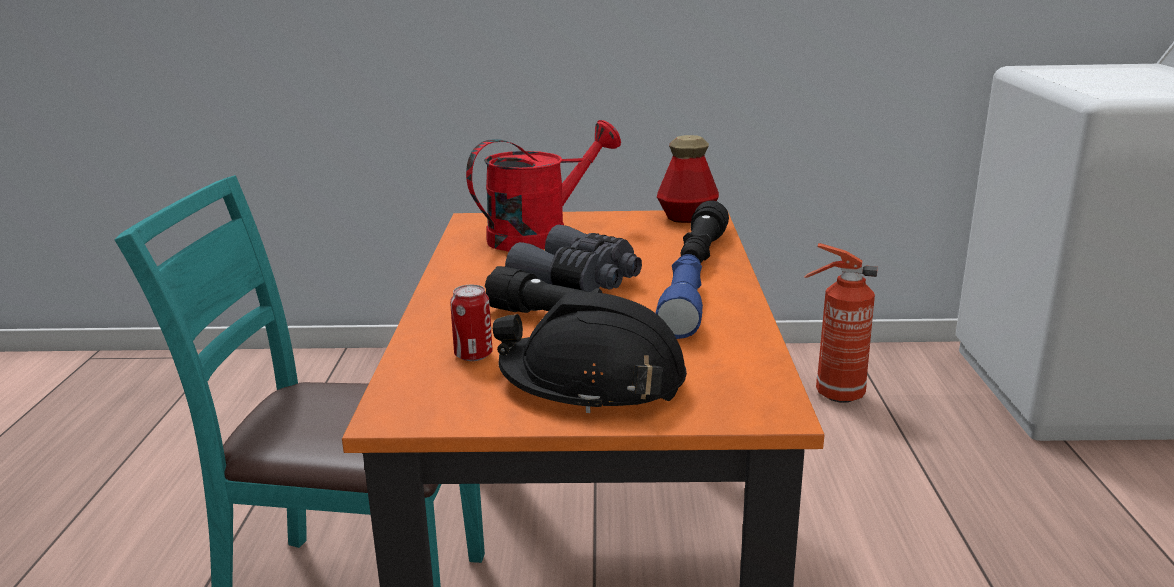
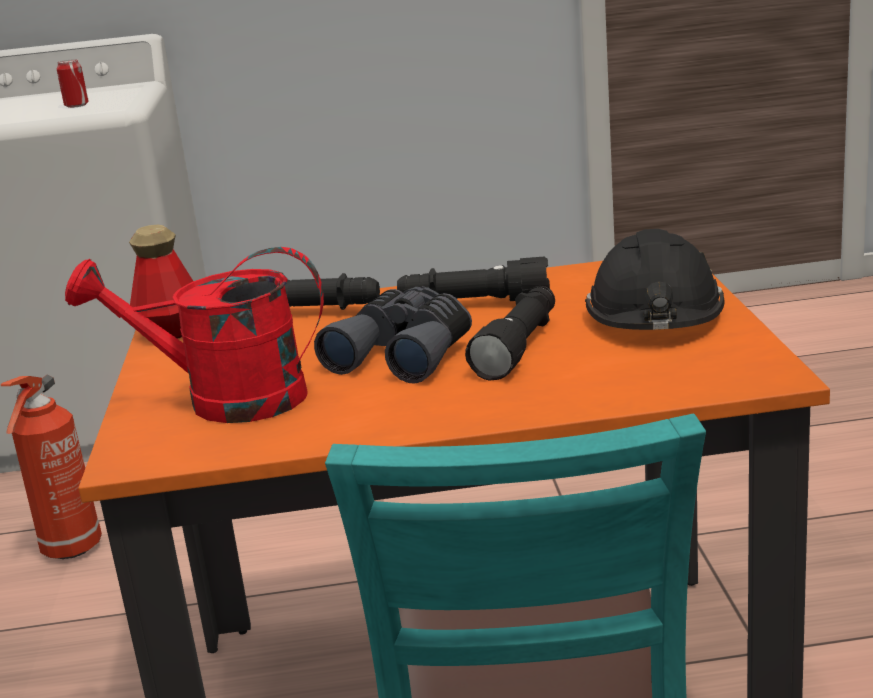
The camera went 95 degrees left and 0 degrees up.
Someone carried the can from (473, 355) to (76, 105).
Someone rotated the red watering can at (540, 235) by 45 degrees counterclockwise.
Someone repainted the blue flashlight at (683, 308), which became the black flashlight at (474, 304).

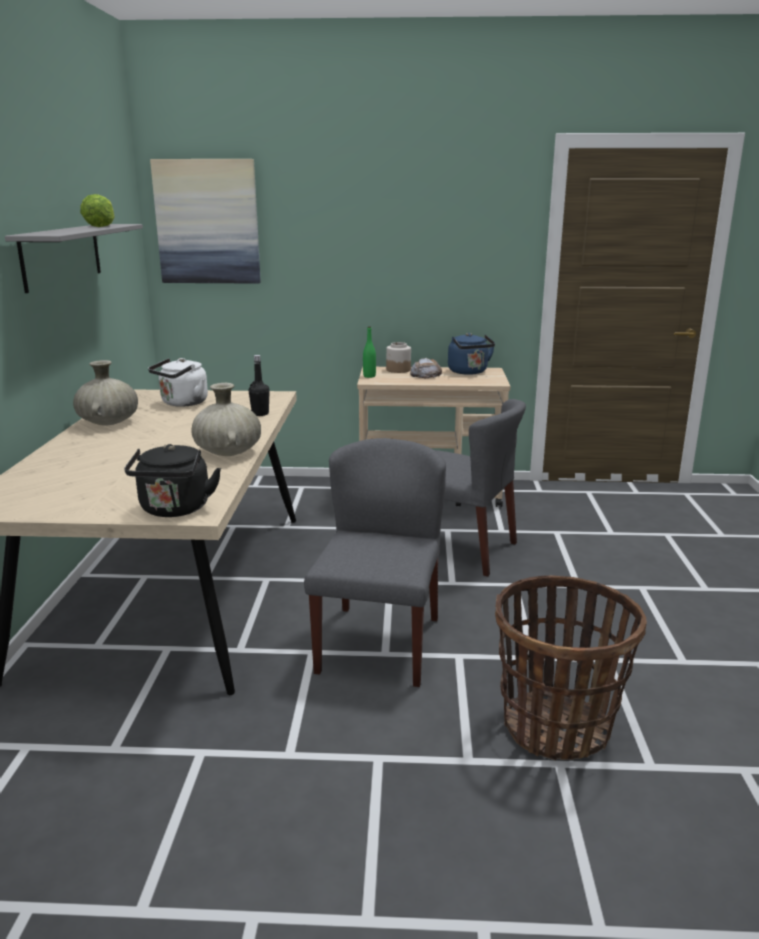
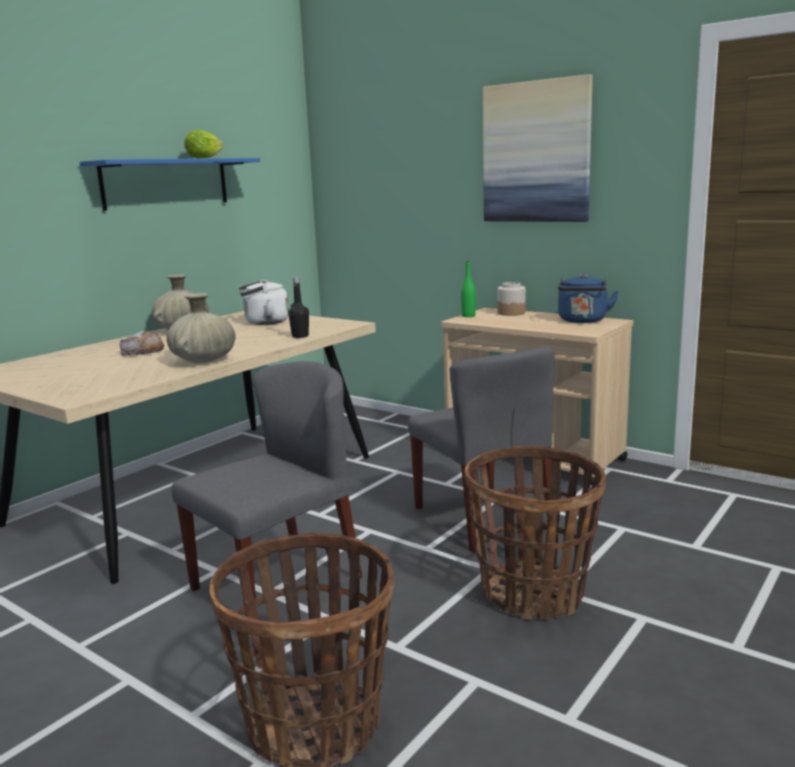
The camera went 35 degrees right and 5 degrees down.
Someone repainted the grey shelf at (62, 255), which became the blue shelf at (166, 183).
Someone carried the bread from (425, 374) to (142, 351).
Someone put down the basket at (533, 593).
Someone carried the picture from (207, 222) to (536, 152).
Someone took away the black kettle at (174, 510).

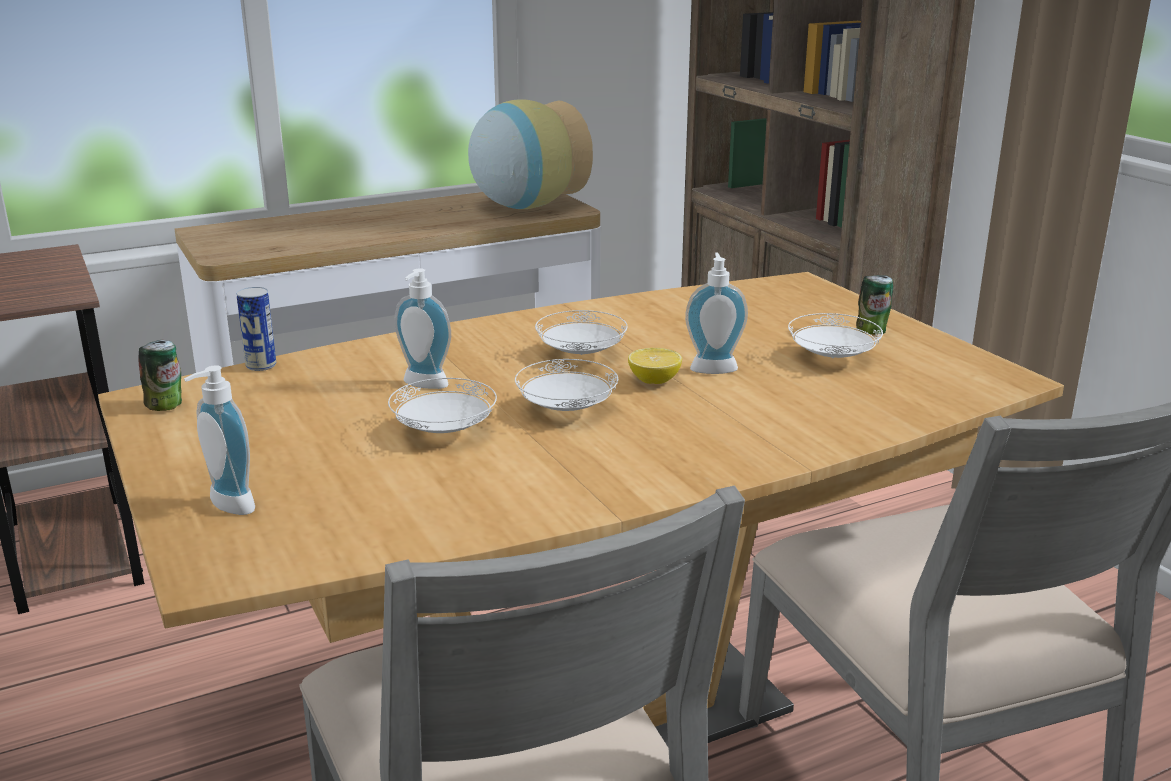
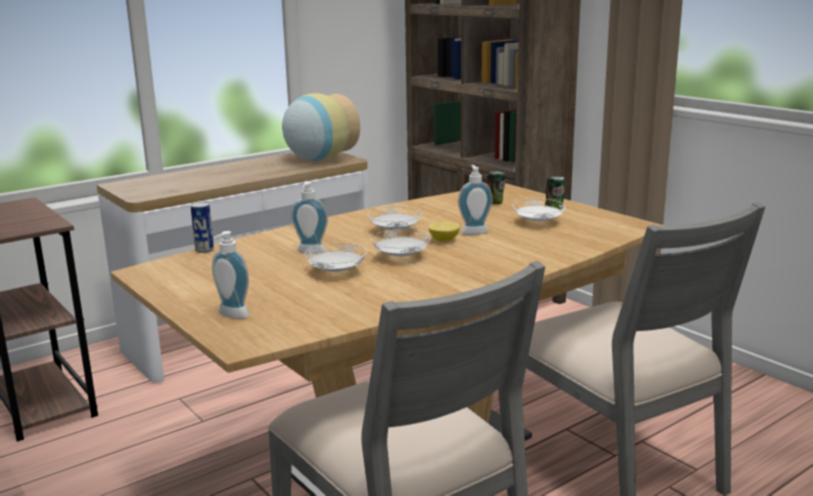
The camera went 10 degrees left and 5 degrees down.
Someone carried the can from (166, 406) to (495, 203).

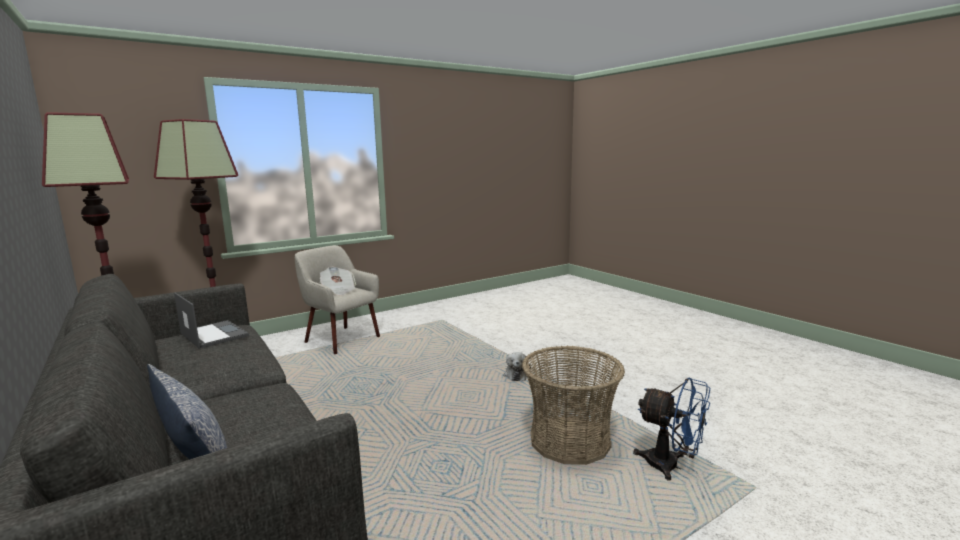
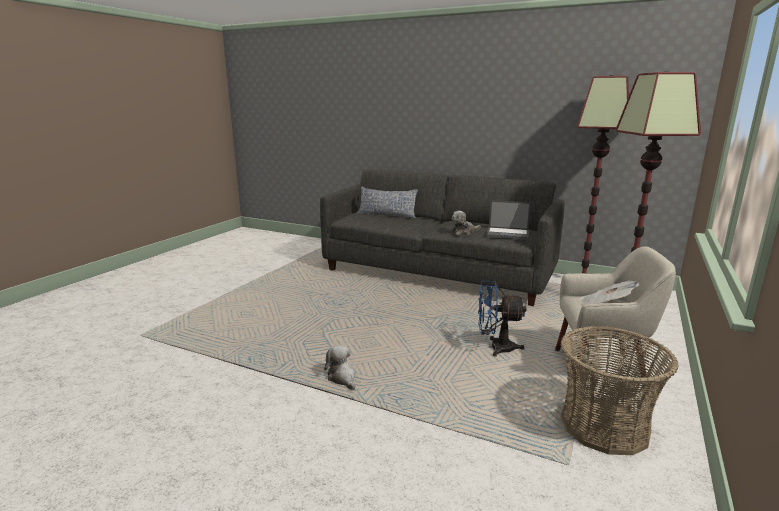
The camera went 150 degrees right and 5 degrees up.
Someone put down the plush toy at (464, 232).
Someone carried the blue fan from (670, 466) to (495, 347).
Someone carried the basket from (569, 441) to (604, 426).

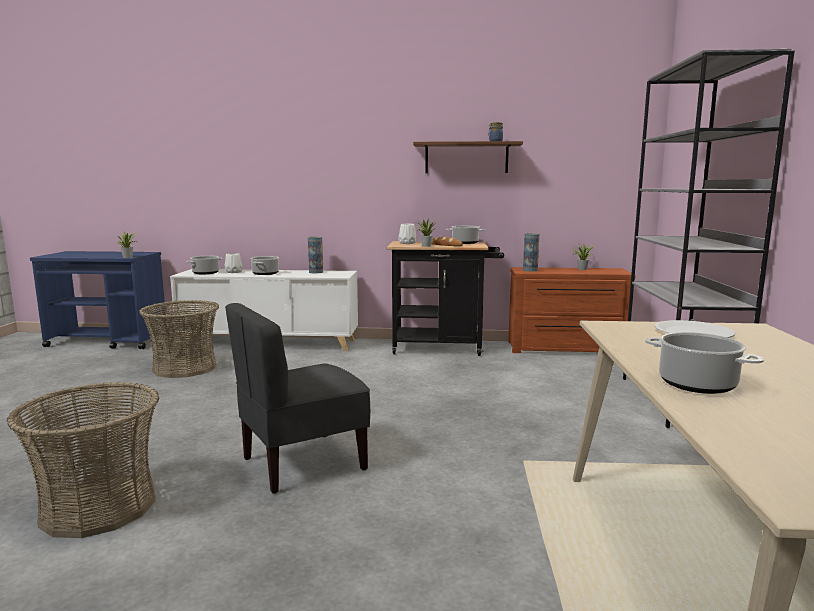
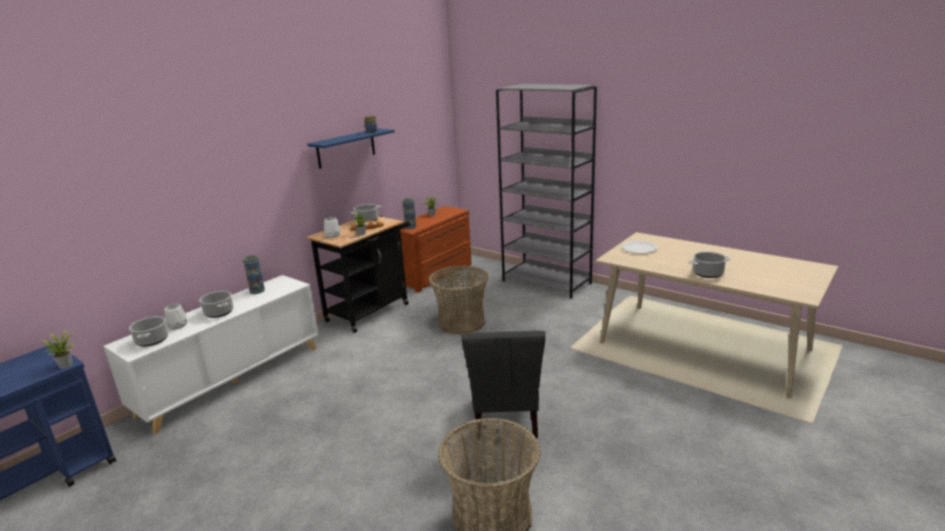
The camera went 55 degrees left and 10 degrees up.
Someone repainted the brown shelf at (466, 158), which became the blue shelf at (346, 148).
Someone carried the basket from (185, 368) to (461, 322).

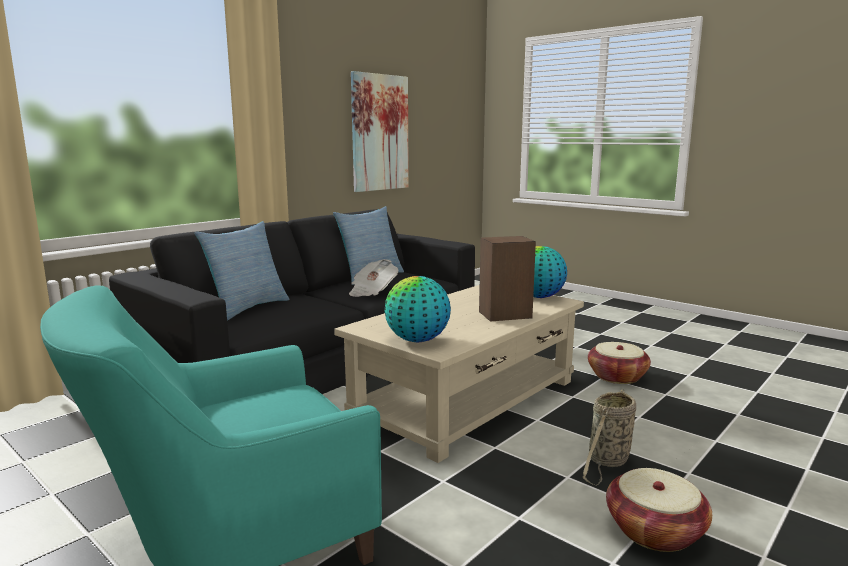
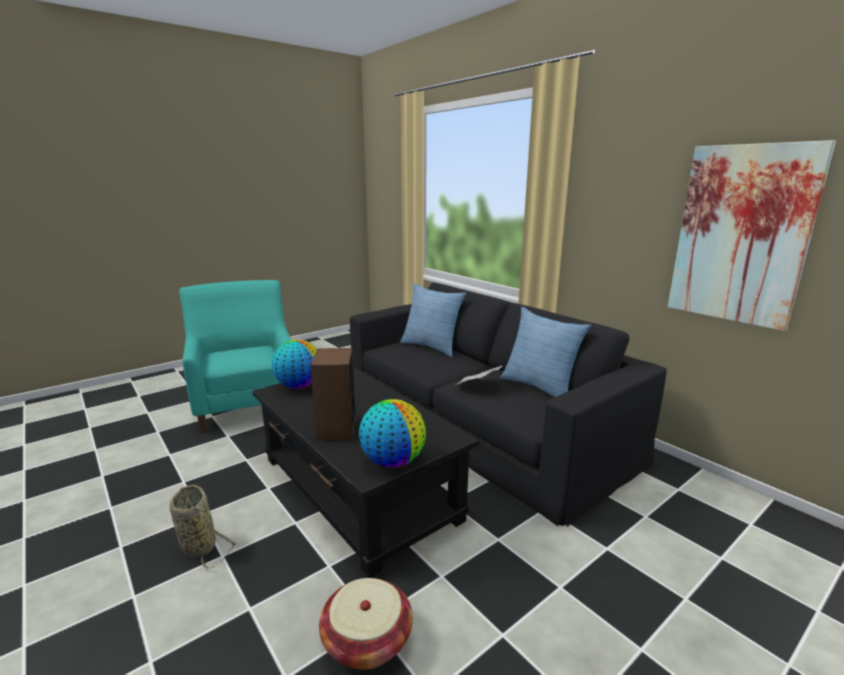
The camera went 100 degrees right and 5 degrees up.
Someone repainted the beige coffee table at (468, 400), which became the black coffee table at (357, 488).
Someone took away the basket at (654, 531).

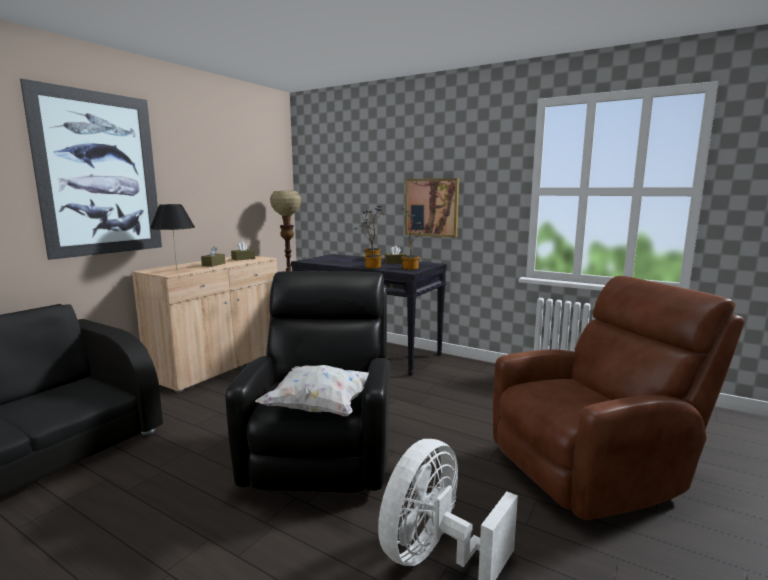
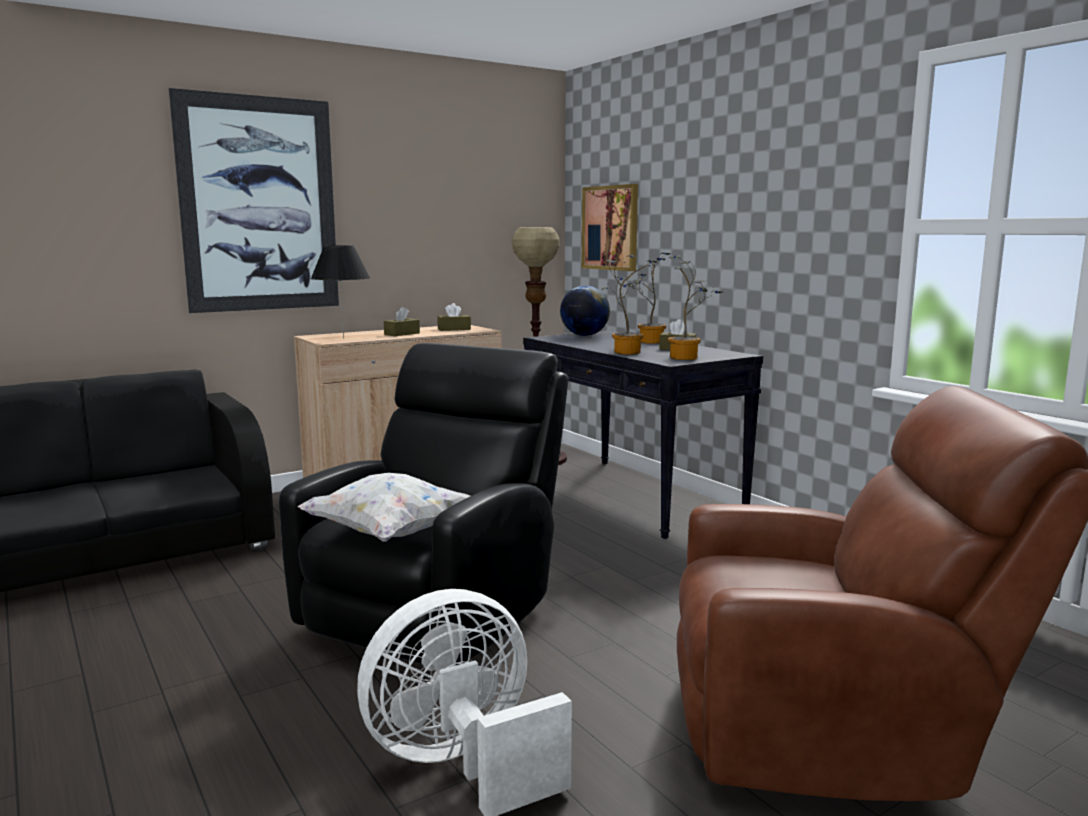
The camera went 25 degrees right and 0 degrees up.
Someone put down the globe at (584, 335).
Someone carried the picture from (431, 207) to (610, 228).

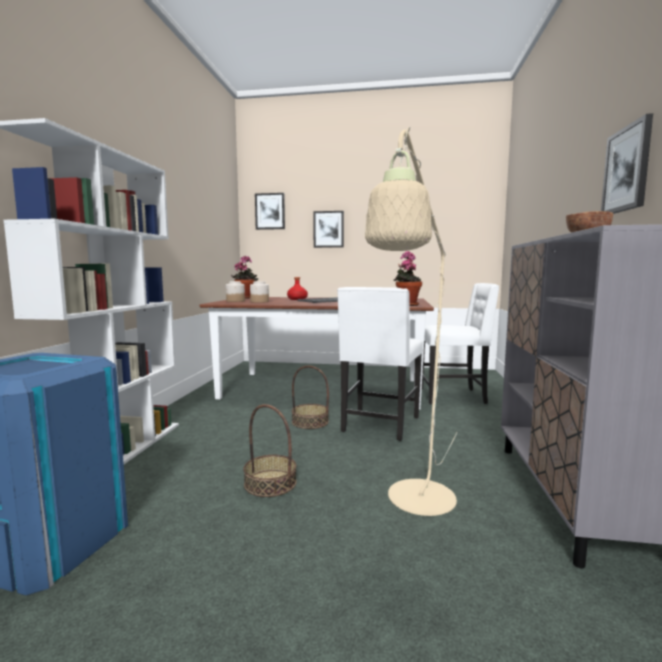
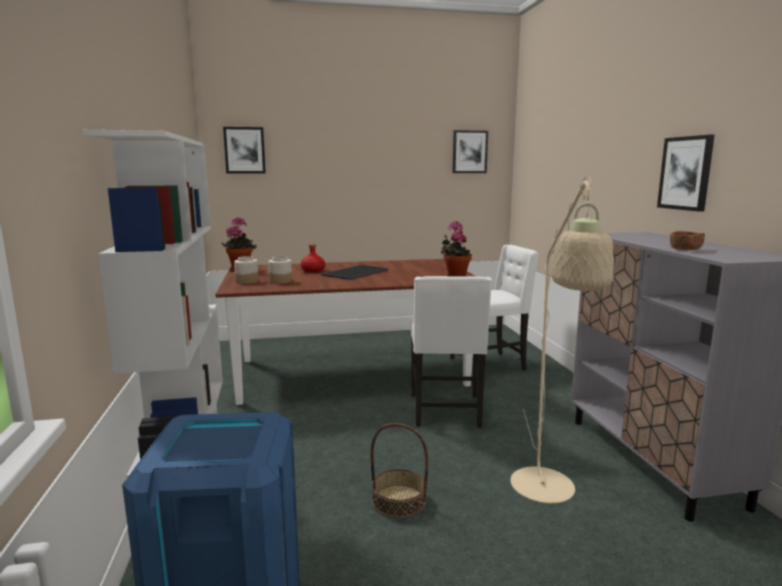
The camera went 20 degrees left and 5 degrees up.
Someone carried the picture from (328, 229) to (469, 152).
Someone took away the basket at (310, 422).

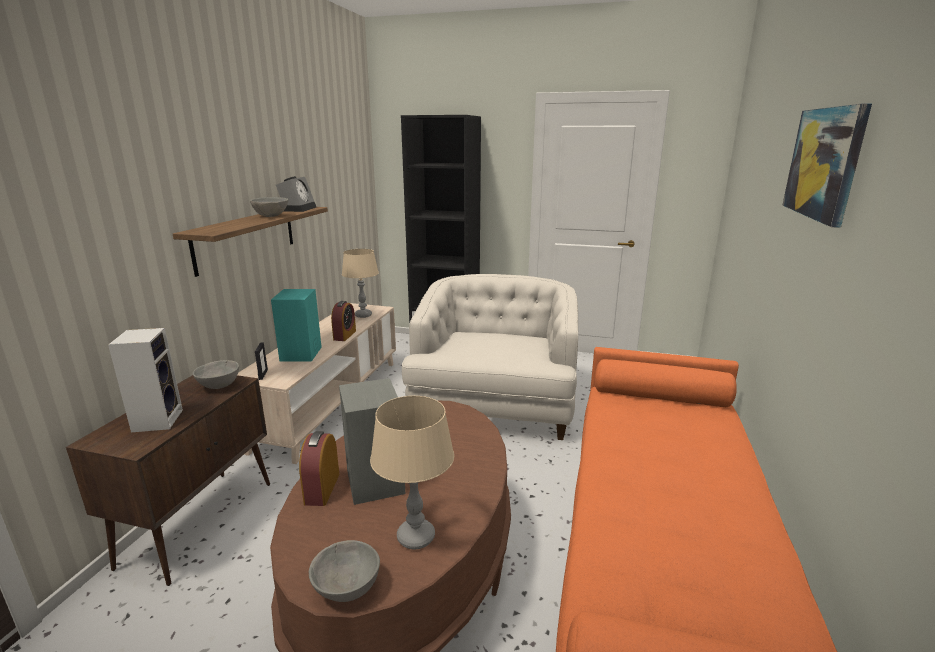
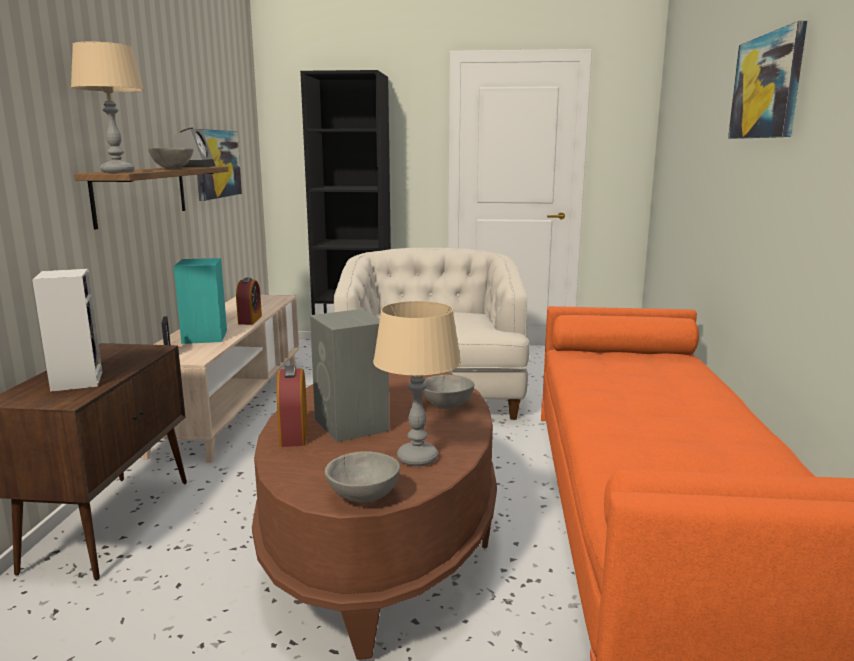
The camera went 10 degrees left and 5 degrees down.
Someone carried the beige table lamp from (363, 315) to (118, 172).
Someone put up the picture at (216, 164).
Someone carried the grey bowl from (218, 386) to (446, 407).

